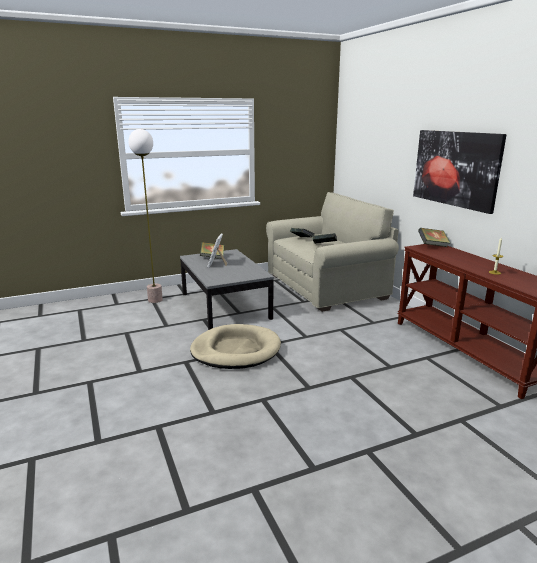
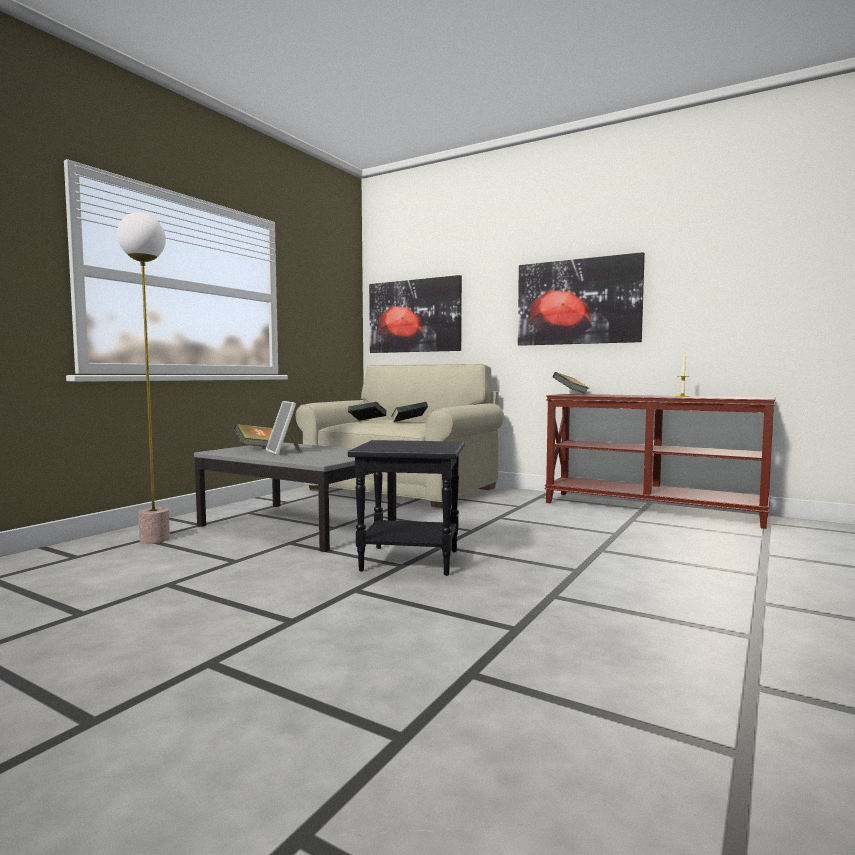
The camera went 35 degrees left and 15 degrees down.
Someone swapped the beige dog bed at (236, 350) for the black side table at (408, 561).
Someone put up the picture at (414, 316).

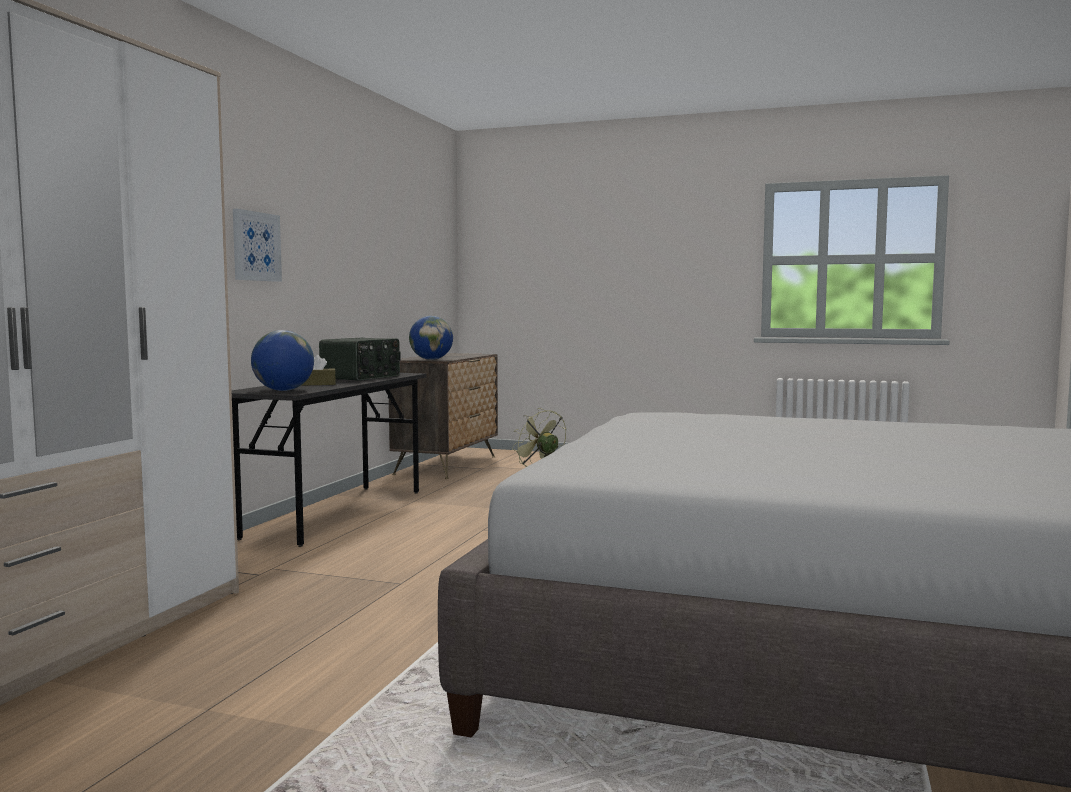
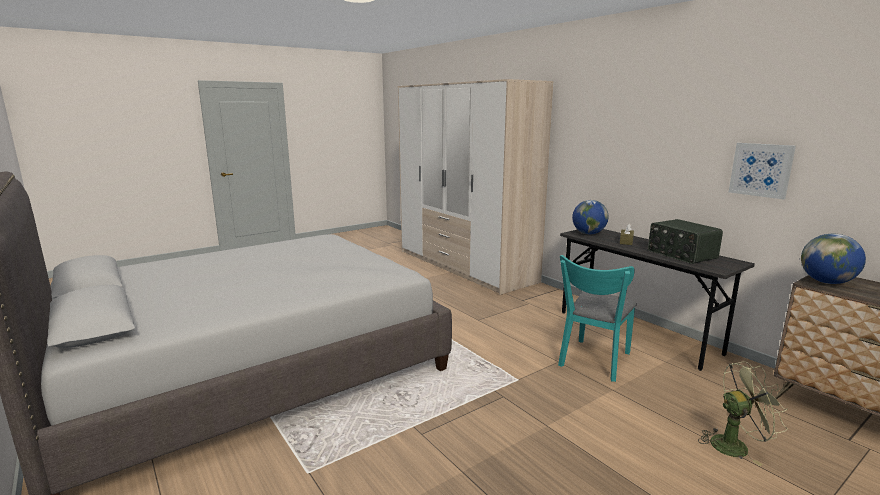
The camera went 125 degrees right and 10 degrees up.
Someone put down the turquoise chair at (593, 362).
Someone carried the picture from (256, 246) to (761, 170).

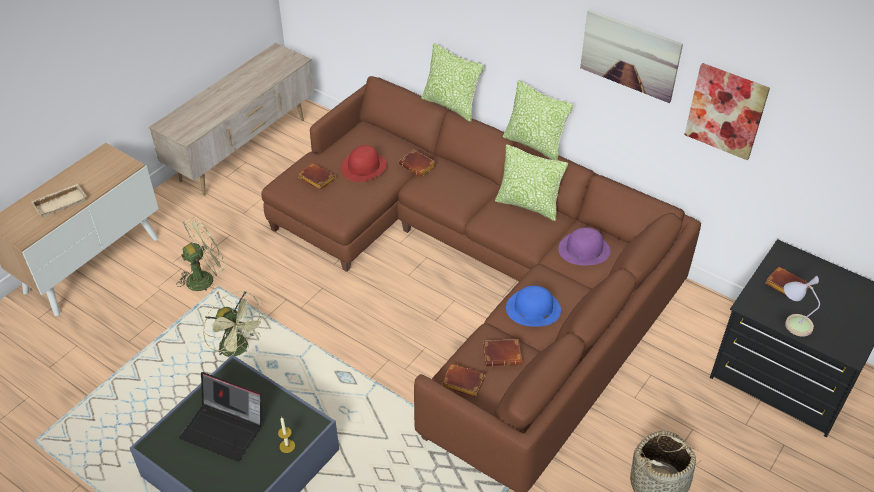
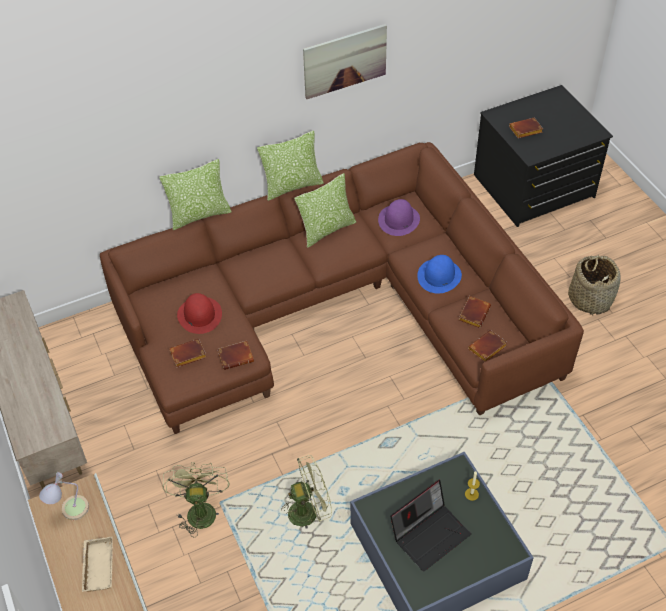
The camera went 60 degrees left and 5 degrees up.
Someone carried the table lamp from (792, 323) to (69, 511).
Someone carried the brown book from (418, 166) to (236, 356).
Someone took away the picture at (726, 111).

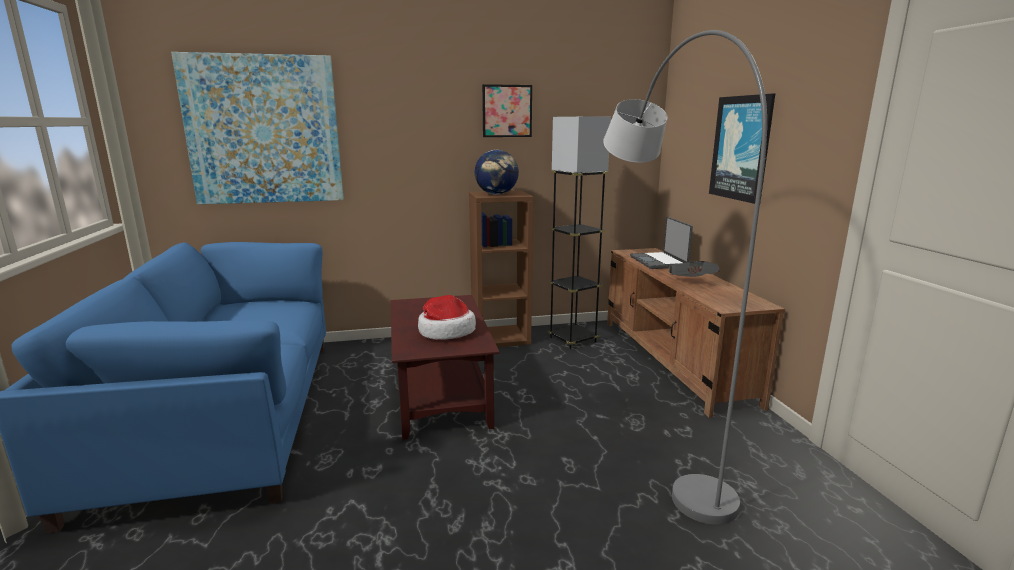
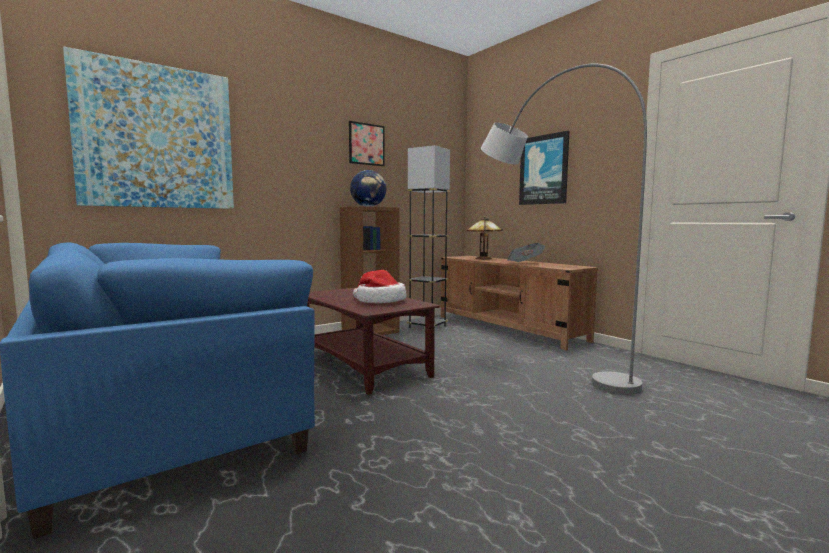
The camera went 25 degrees left and 10 degrees down.
Someone swapped the laptop at (659, 262) for the table lamp at (484, 259).

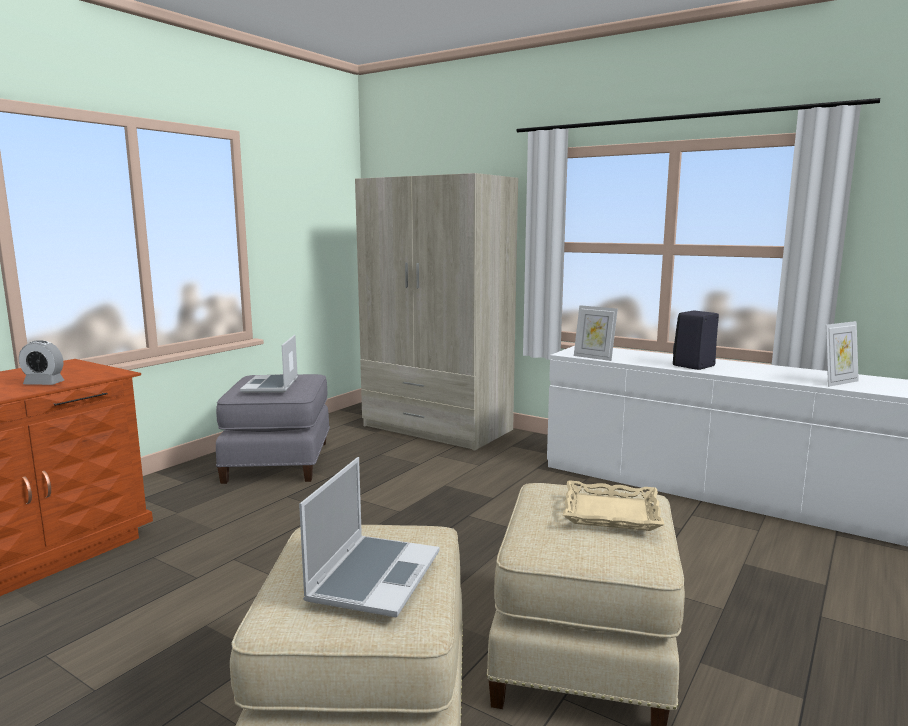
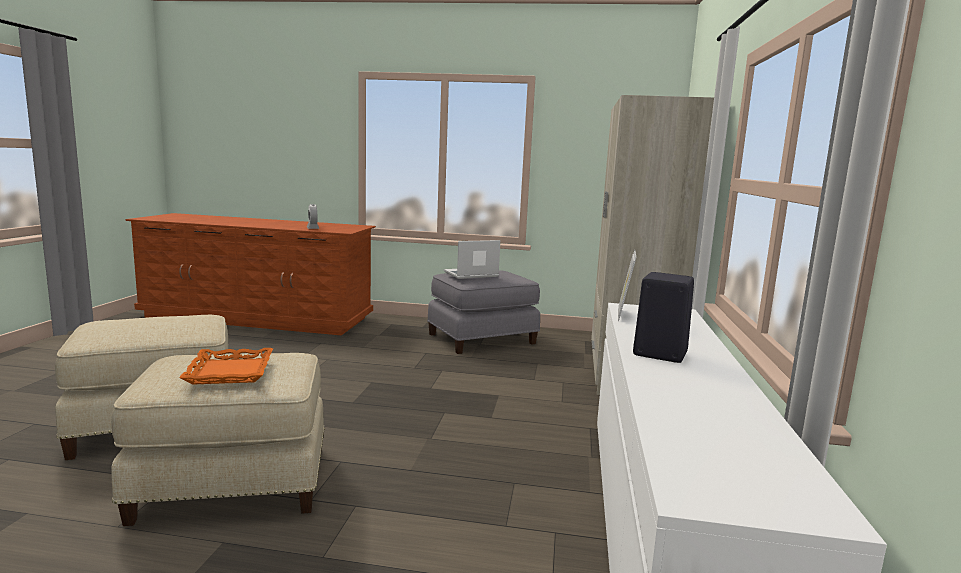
The camera went 65 degrees right and 0 degrees up.
Someone repainted the beige tray at (611, 512), which became the orange tray at (231, 372).
Someone took away the laptop at (374, 576).
Someone took away the picture frame at (838, 382).

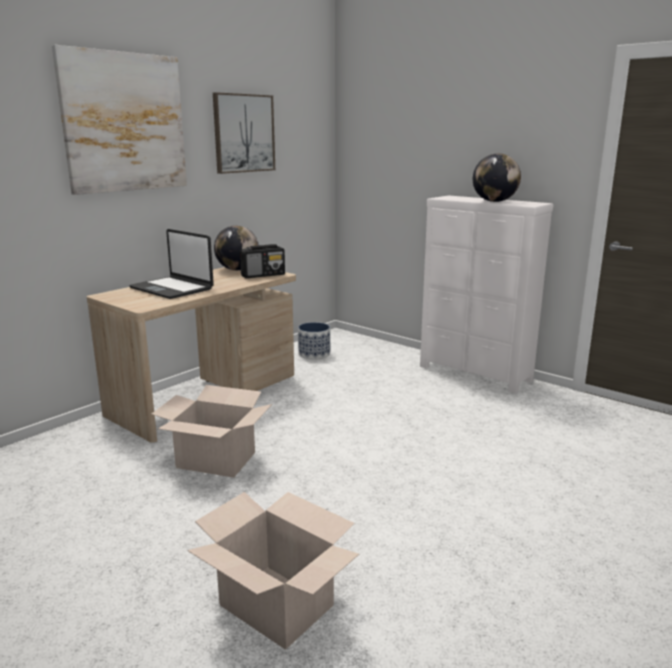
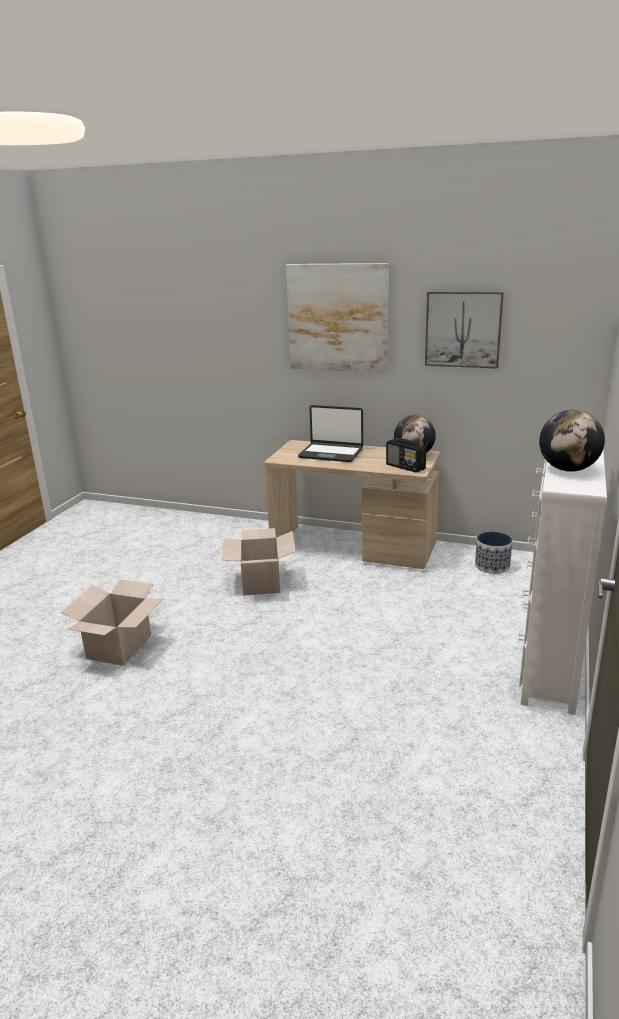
The camera went 70 degrees right and 5 degrees up.
Someone rotated the laptop at (172, 288) by 90 degrees counterclockwise.

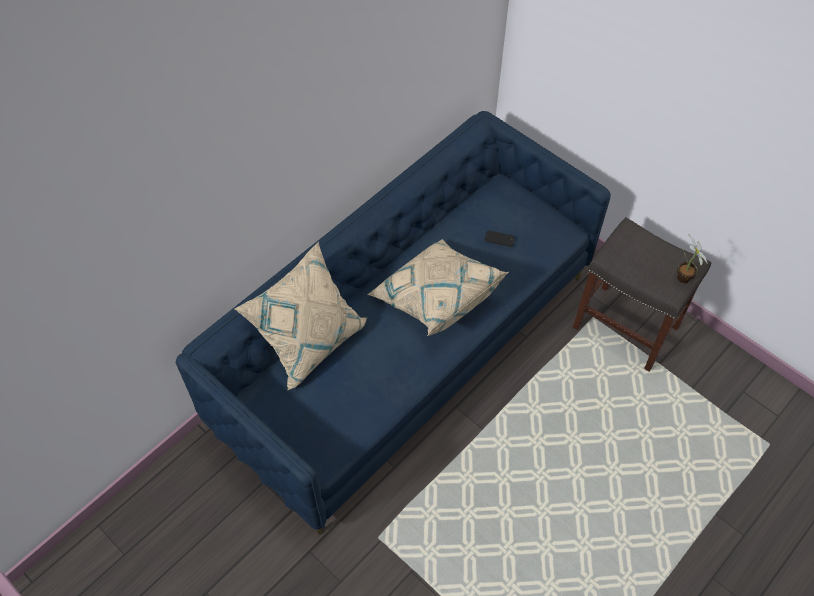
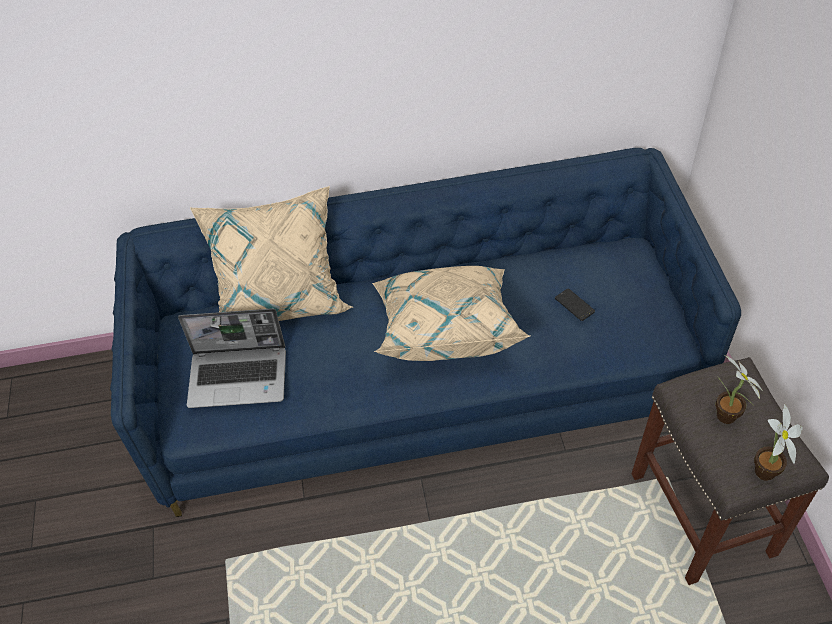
The camera went 40 degrees right and 5 degrees down.
Someone put down the laptop at (239, 377).
Someone put down the potted plant at (727, 419).

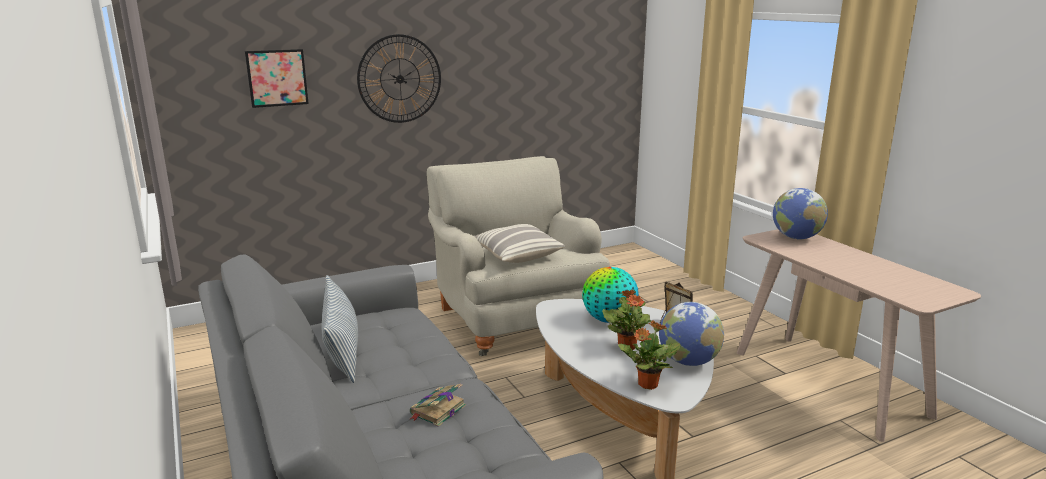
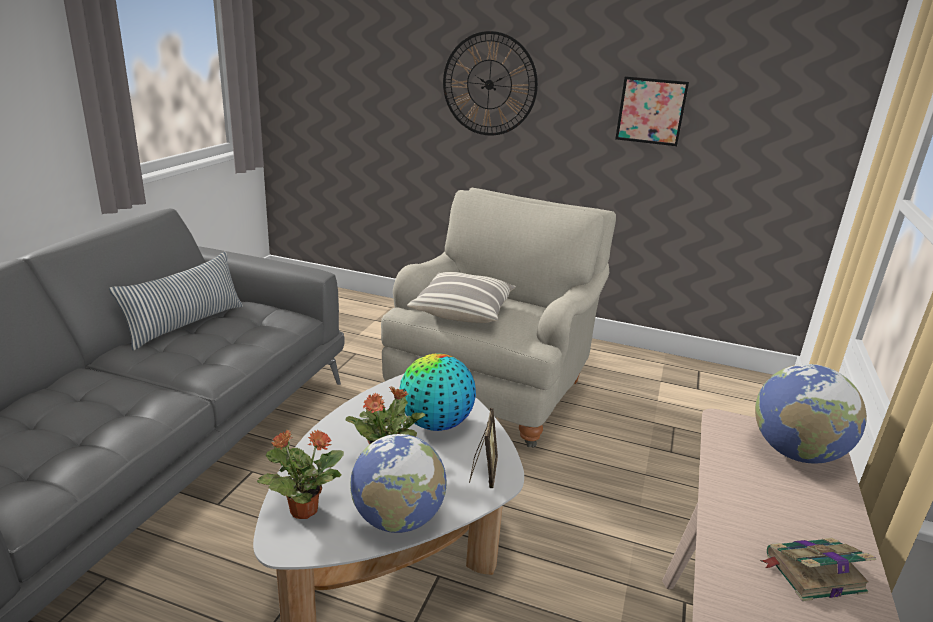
The camera went 45 degrees right and 5 degrees up.
Someone carried the picture from (277, 78) to (651, 111).
Someone carried the book from (437, 411) to (812, 573).

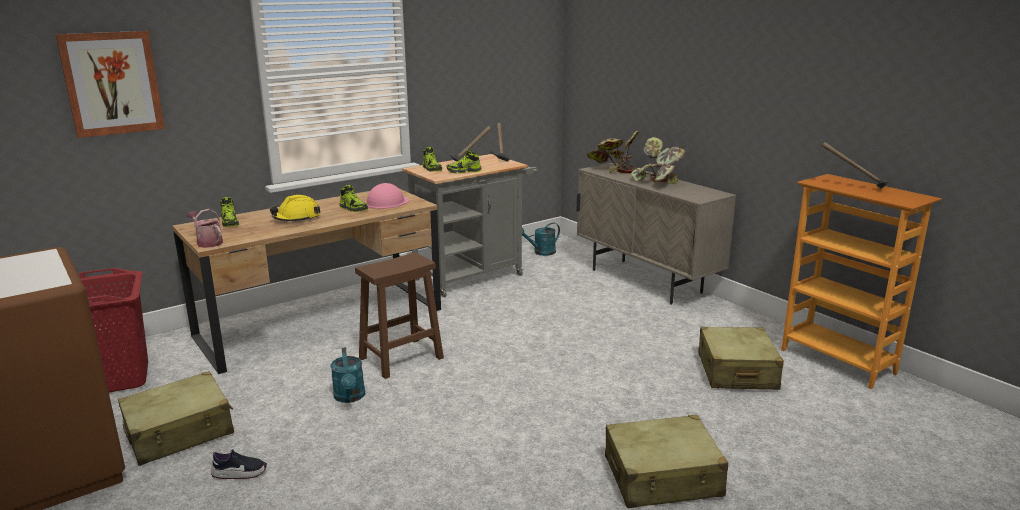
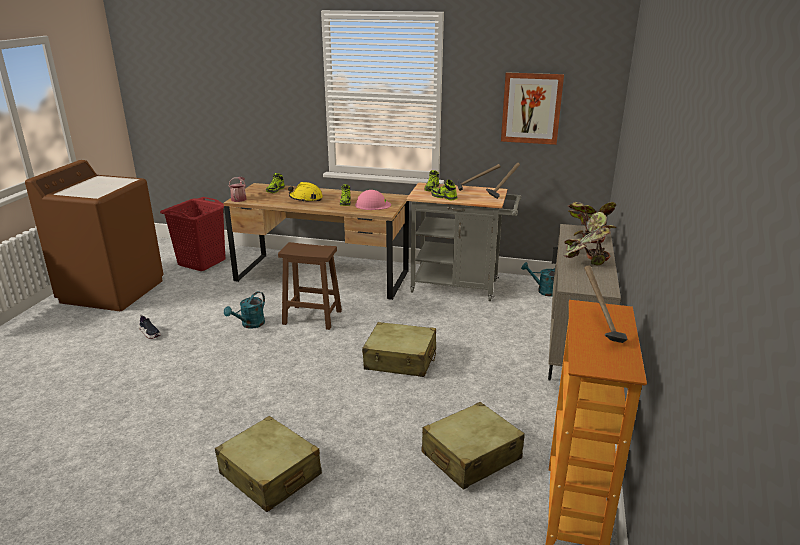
The camera went 50 degrees right and 5 degrees up.
Someone carried the beige suitcase from (180, 432) to (400, 360).
Someone carried the picture from (112, 83) to (531, 108).

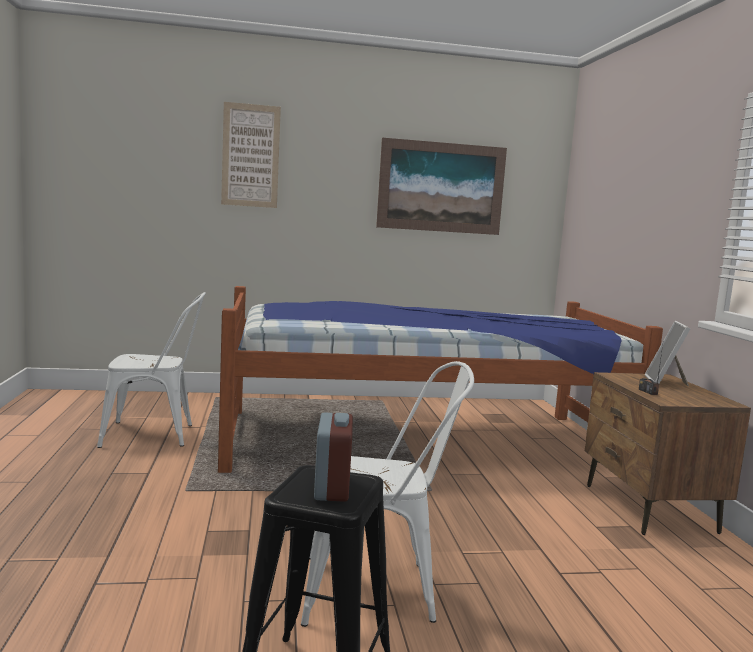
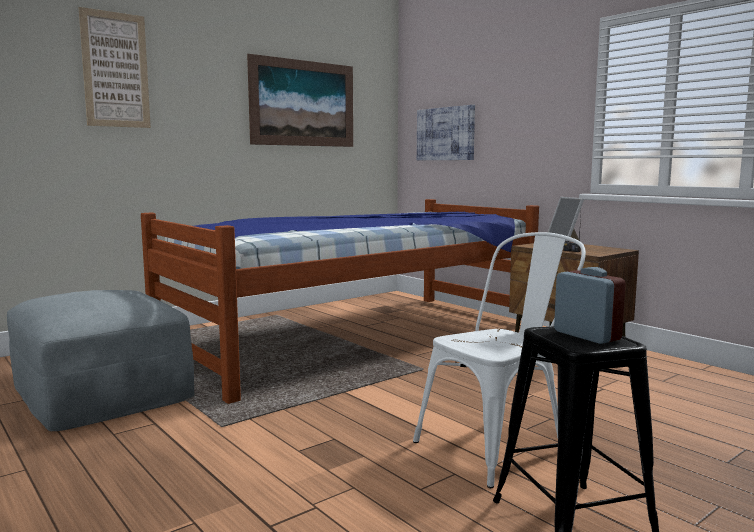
The camera went 30 degrees left and 0 degrees up.
Someone swapped the white chair at (156, 434) for the grey ottoman at (102, 389).
Someone put up the picture at (445, 134).

